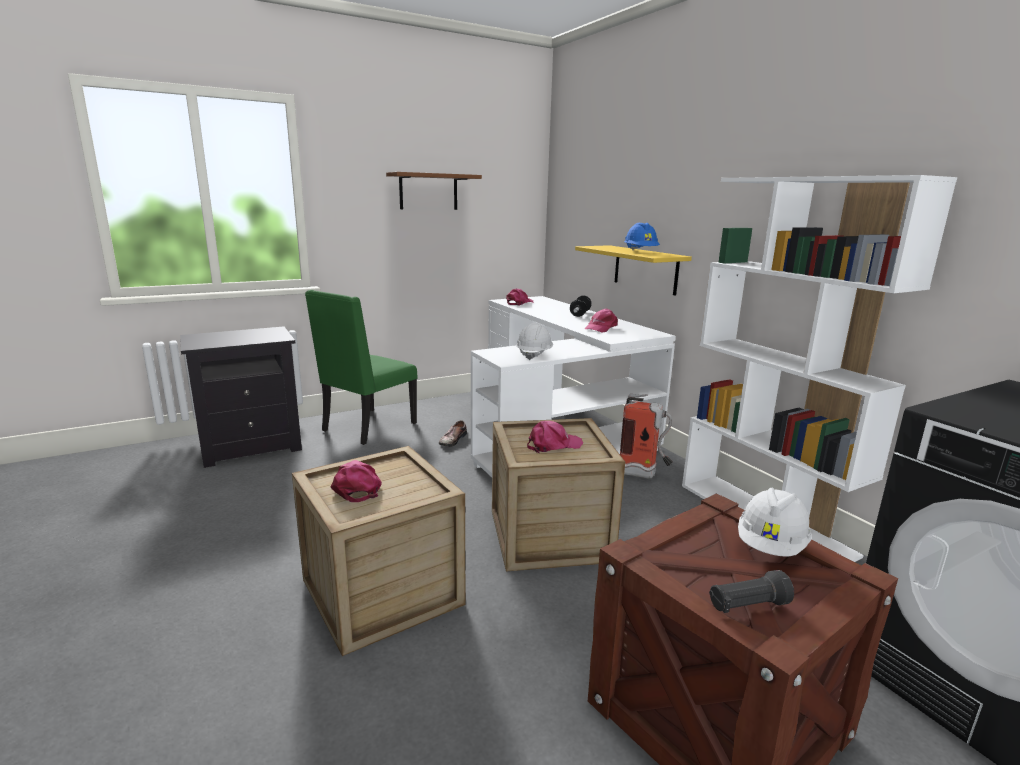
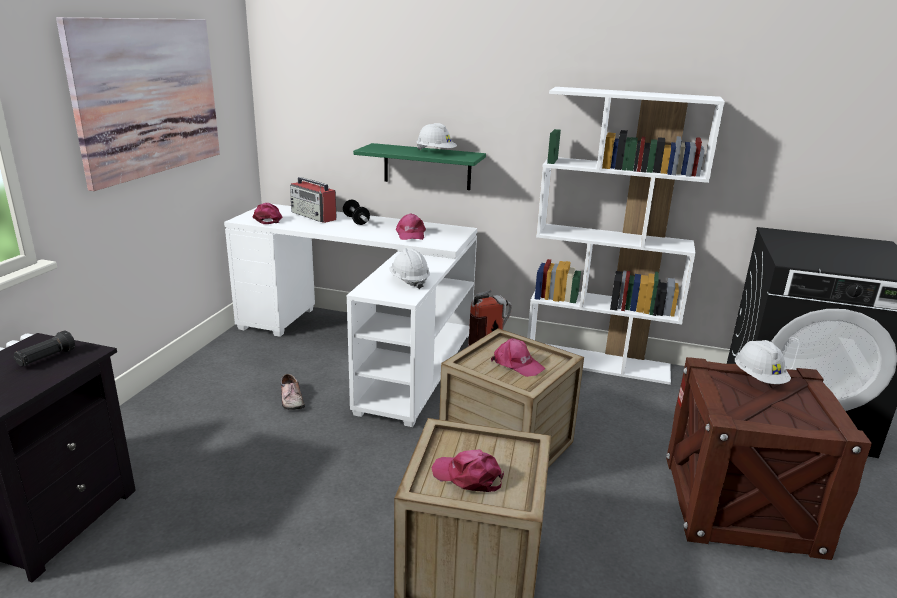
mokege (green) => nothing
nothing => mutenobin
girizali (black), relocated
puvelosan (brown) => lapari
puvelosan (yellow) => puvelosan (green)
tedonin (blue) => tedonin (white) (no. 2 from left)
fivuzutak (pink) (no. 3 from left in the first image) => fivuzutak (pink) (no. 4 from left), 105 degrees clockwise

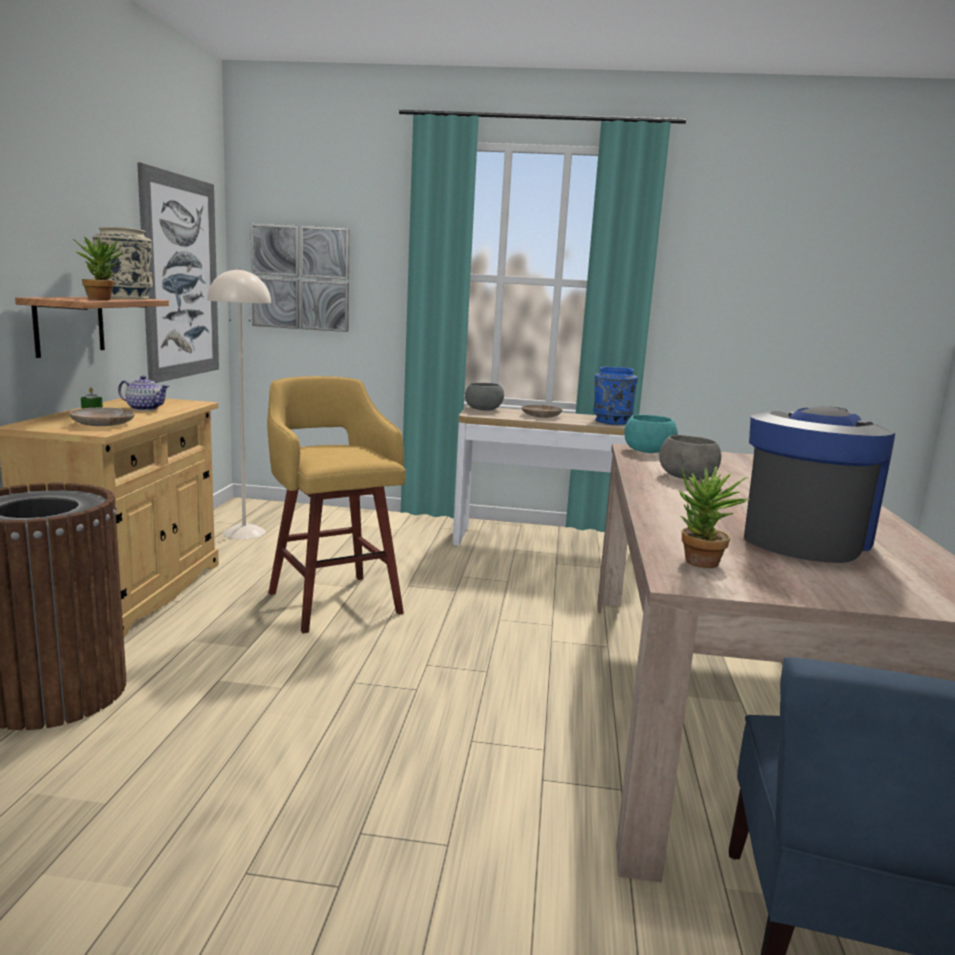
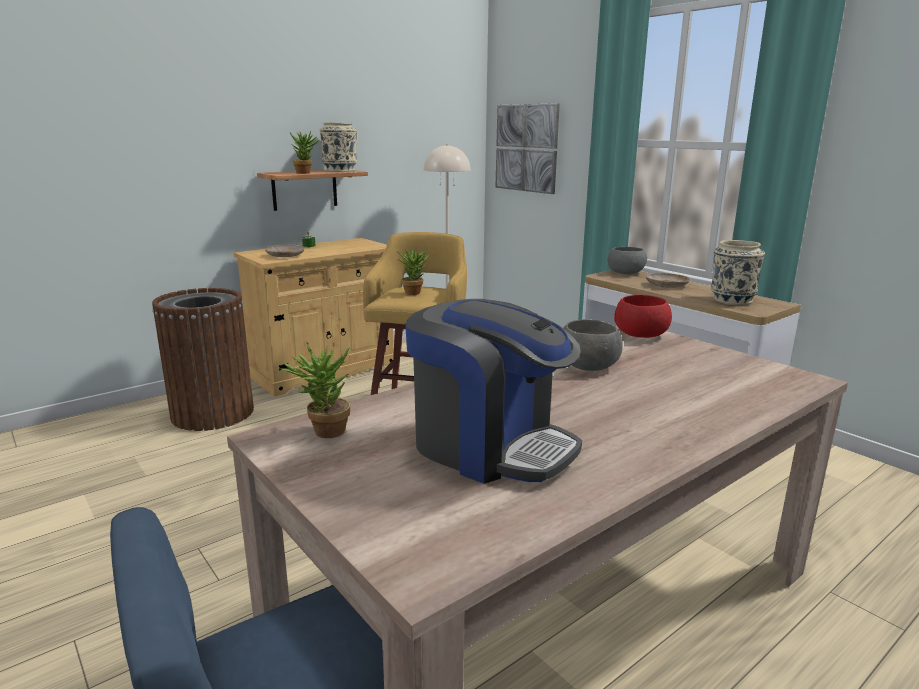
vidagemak => nothing
lapari (no. 1 from left) => nothing
nothing => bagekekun (no. 3 from left)
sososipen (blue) => sososipen (beige) (no. 2 from left)
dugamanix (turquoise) => dugamanix (red)
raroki, 45 degrees clockwise

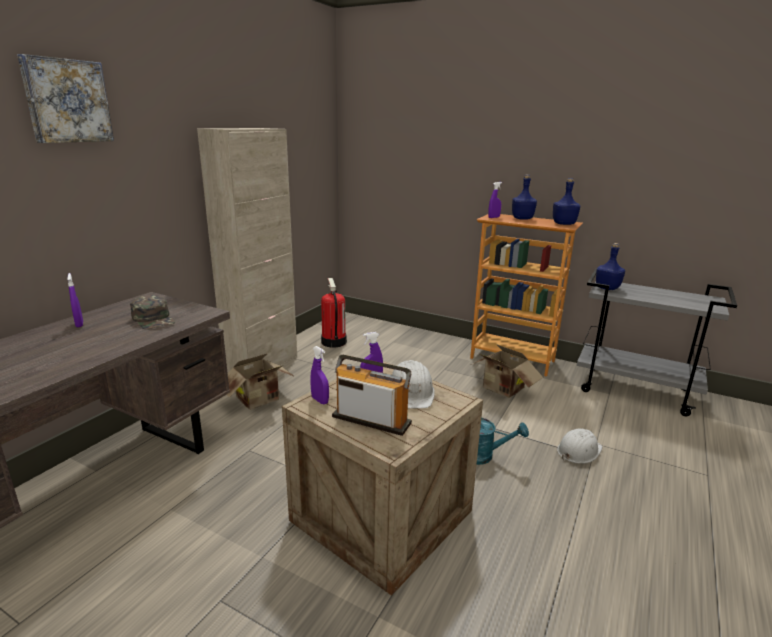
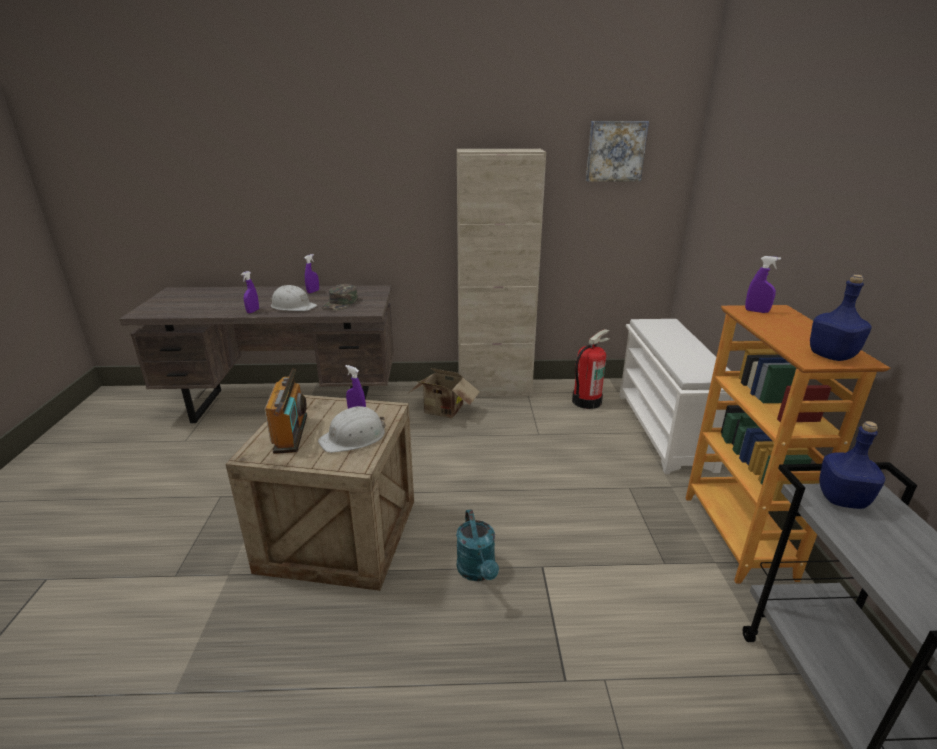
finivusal (no. 2 from left) => nothing
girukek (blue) (no. 1 from left) => nothing
nothing => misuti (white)
lapari, relocated
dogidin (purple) (no. 2 from left in the first image) => dogidin (purple) (no. 1 from left), relocated
tedonin (white) (no. 2 from left in the first image) => tedonin (white) (no. 1 from left), relocated

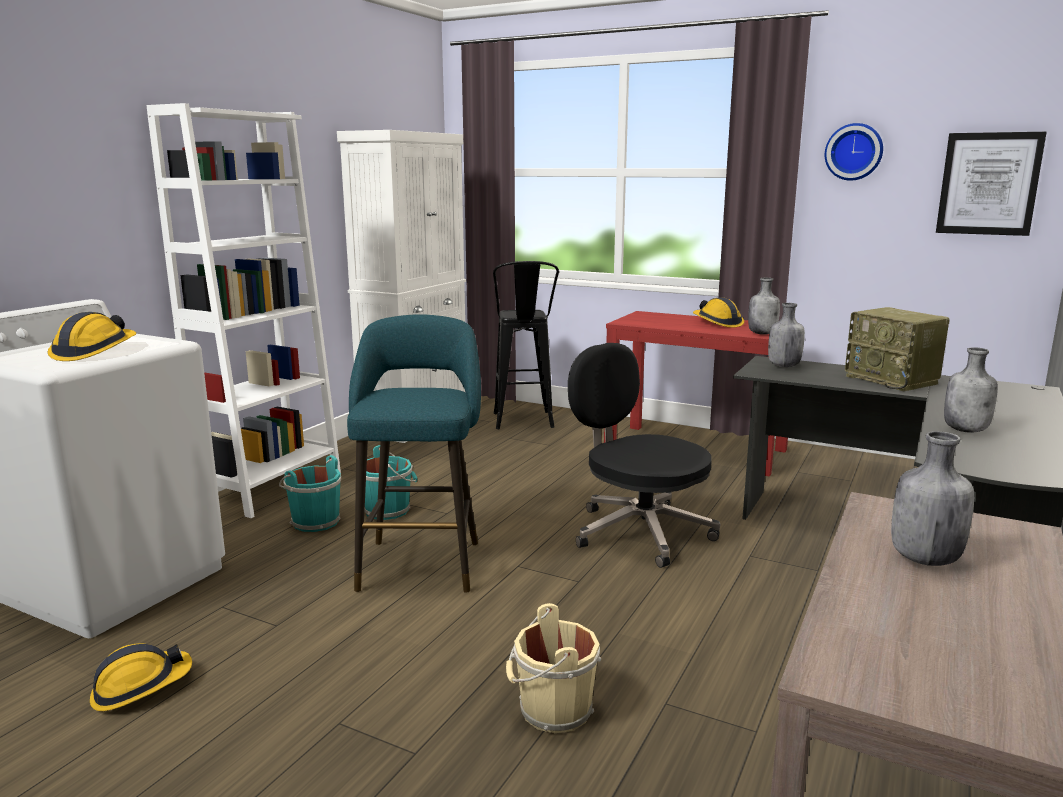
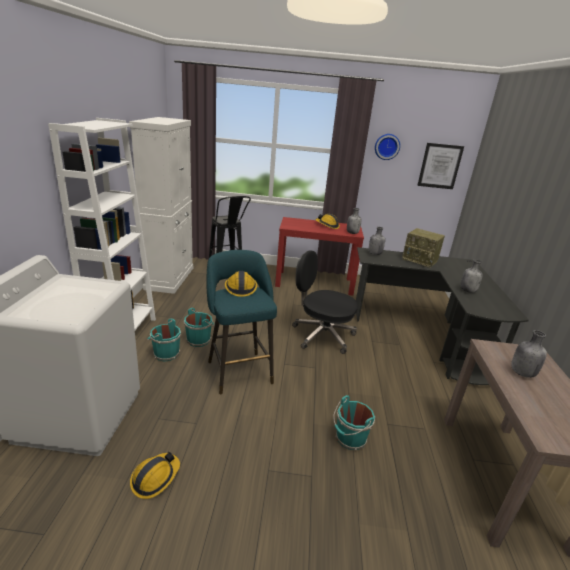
tedonin (no. 1 from left in the first image) => tedonin (no. 2 from left), relocated
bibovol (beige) => bibovol (turquoise) (no. 3 from left)

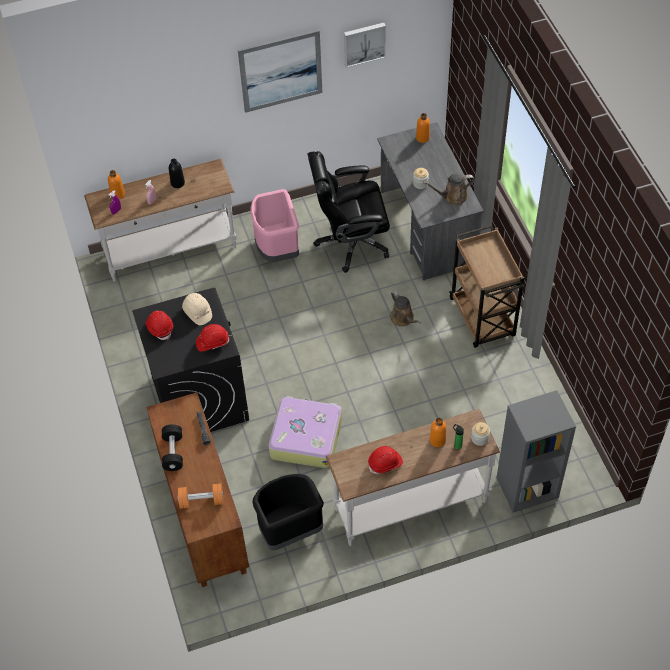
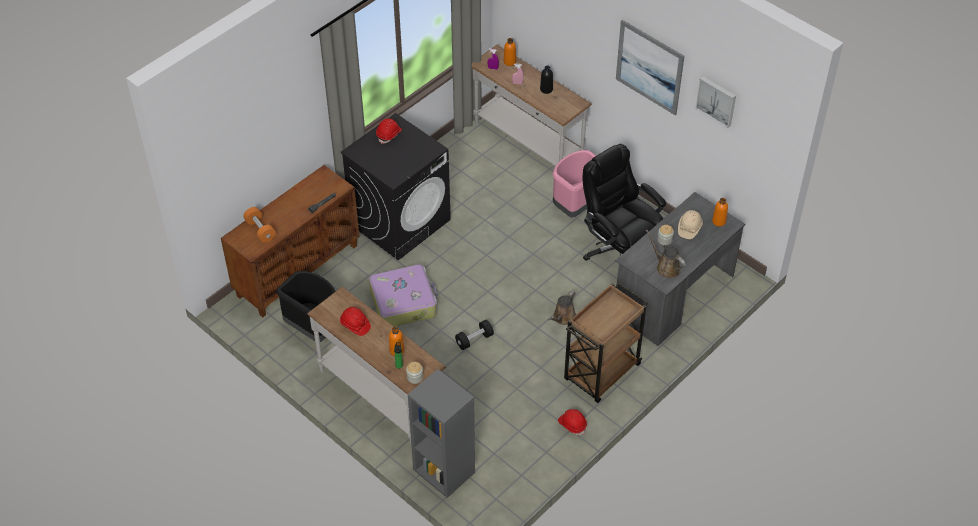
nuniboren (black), relocated
tedonin (beige), relocated
tedonin (red) (no. 2 from left in the first image) => tedonin (red) (no. 3 from left), relocated

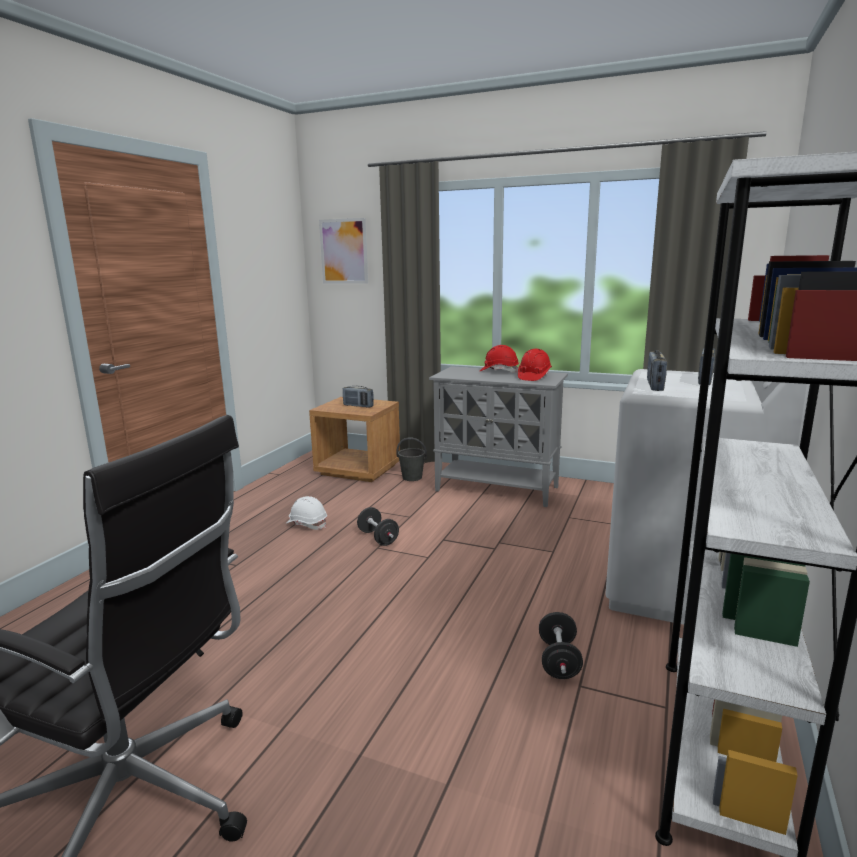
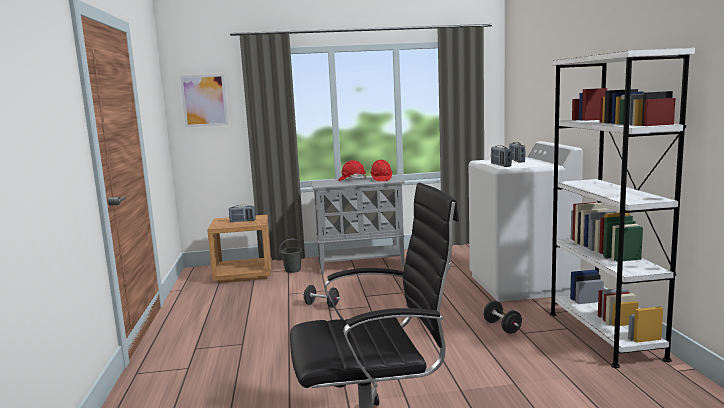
tedonin (white) => nothing

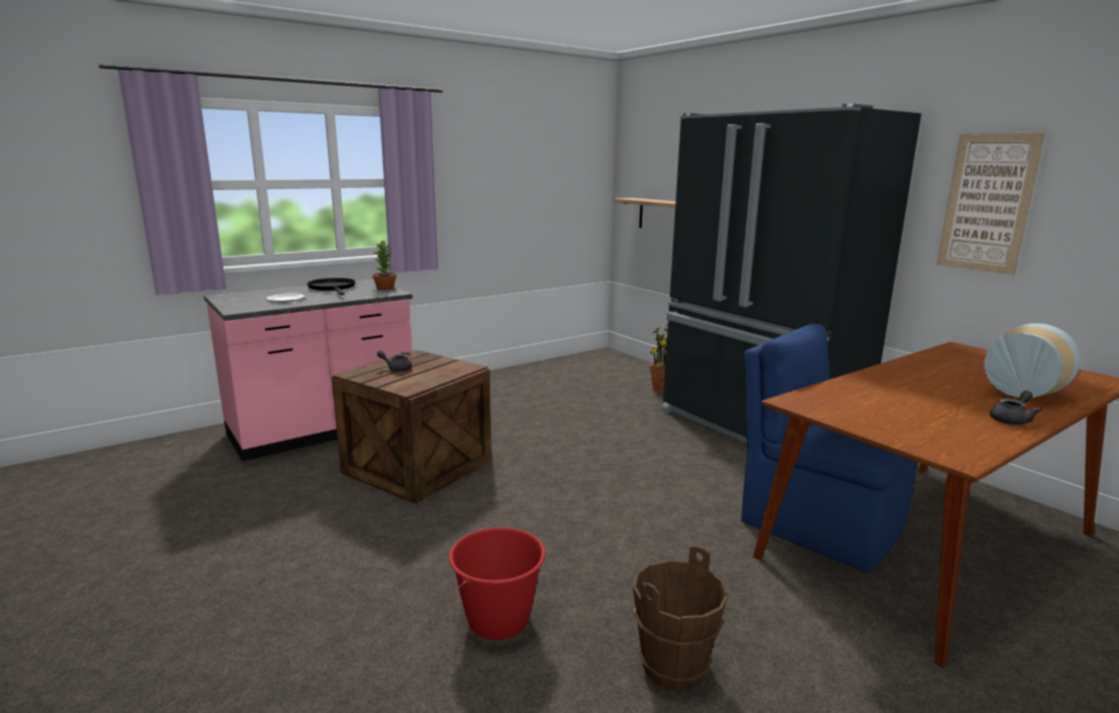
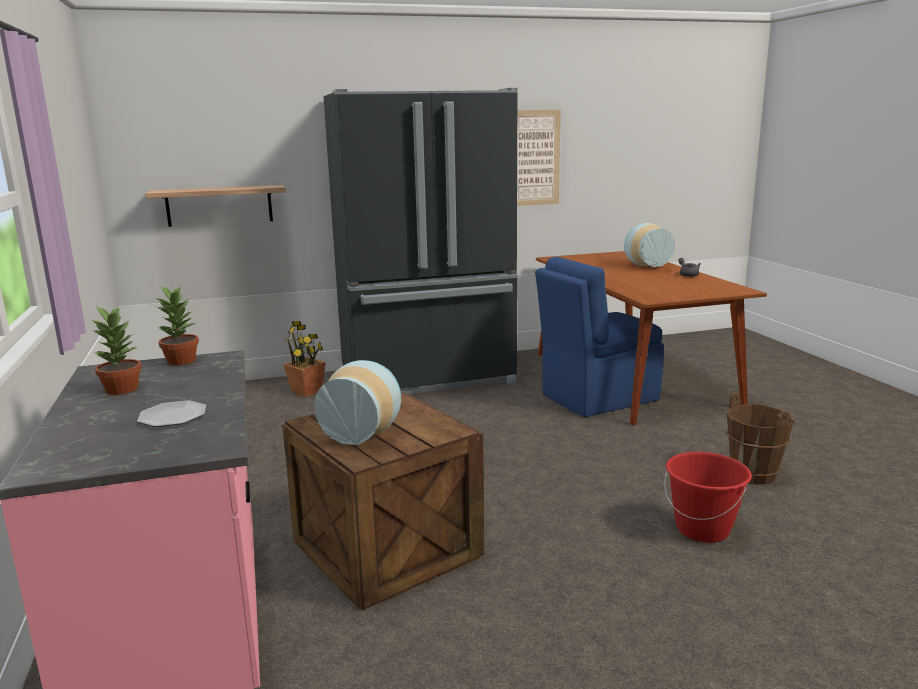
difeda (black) => bagekekun (no. 1 from left)
vidagemak (grey) (no. 1 from left) => sososipen (no. 1 from left)

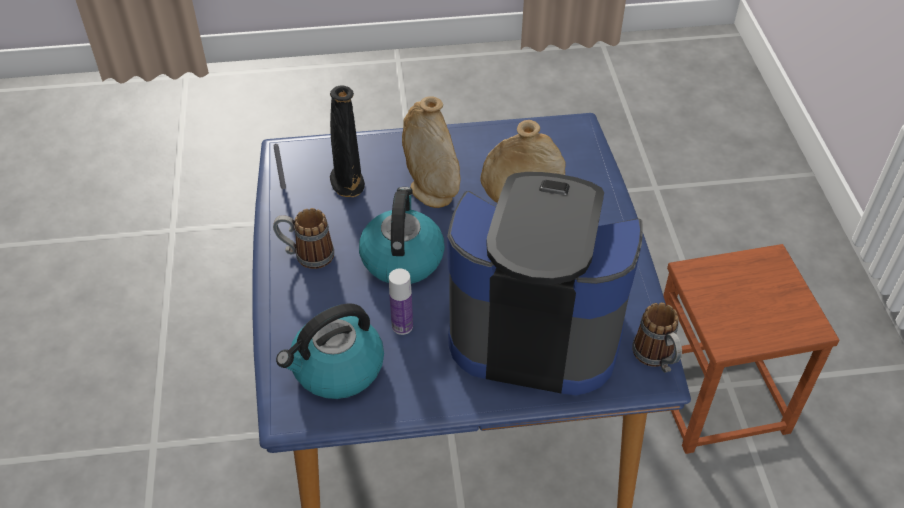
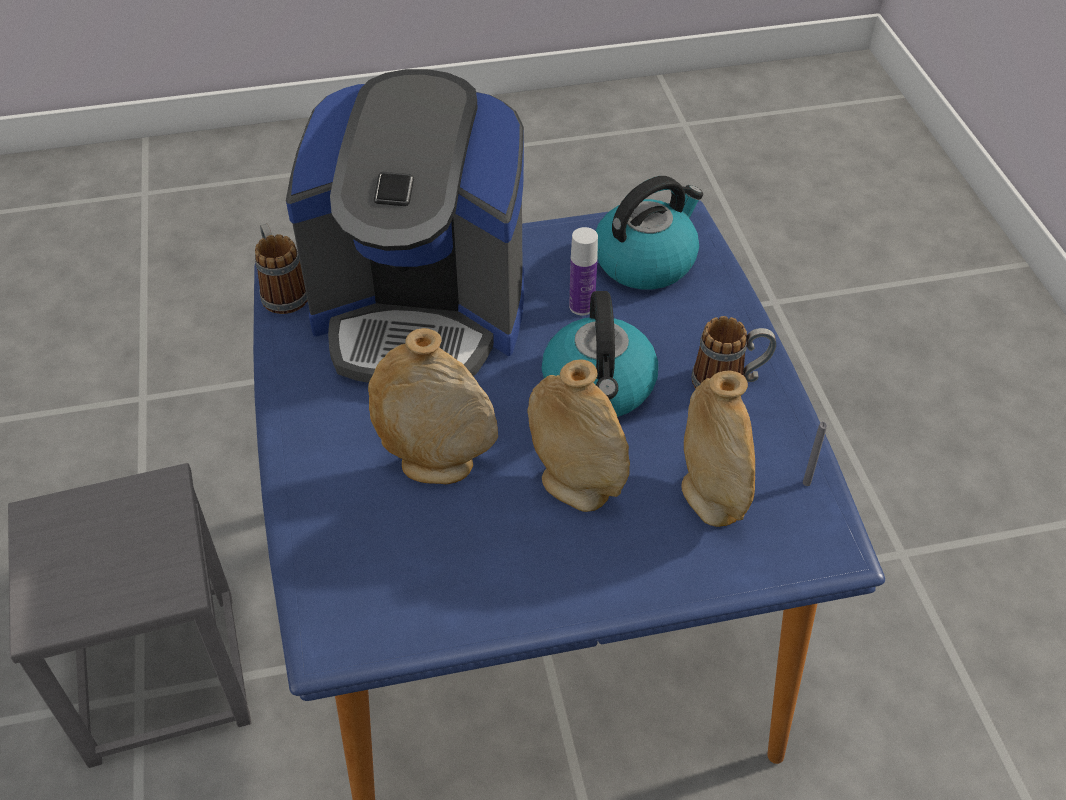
sososipen (black) => sososipen (beige) (no. 3 from left)
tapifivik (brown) => tapifivik (grey)

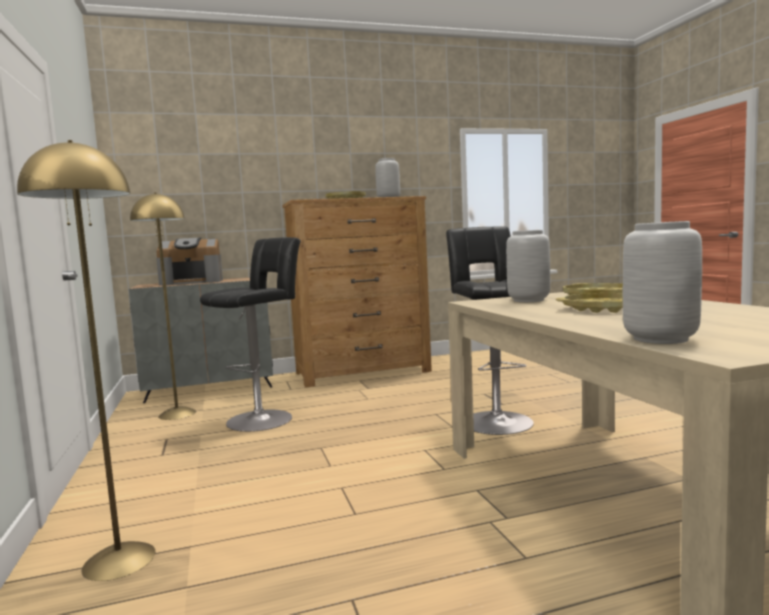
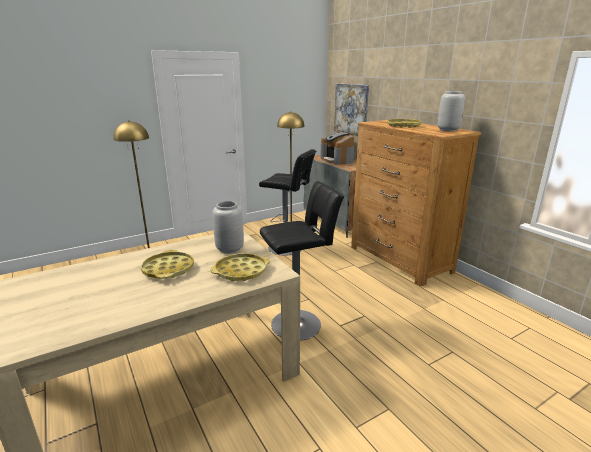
sososipen (grey) (no. 3 from left) => nothing
nothing => lapari

